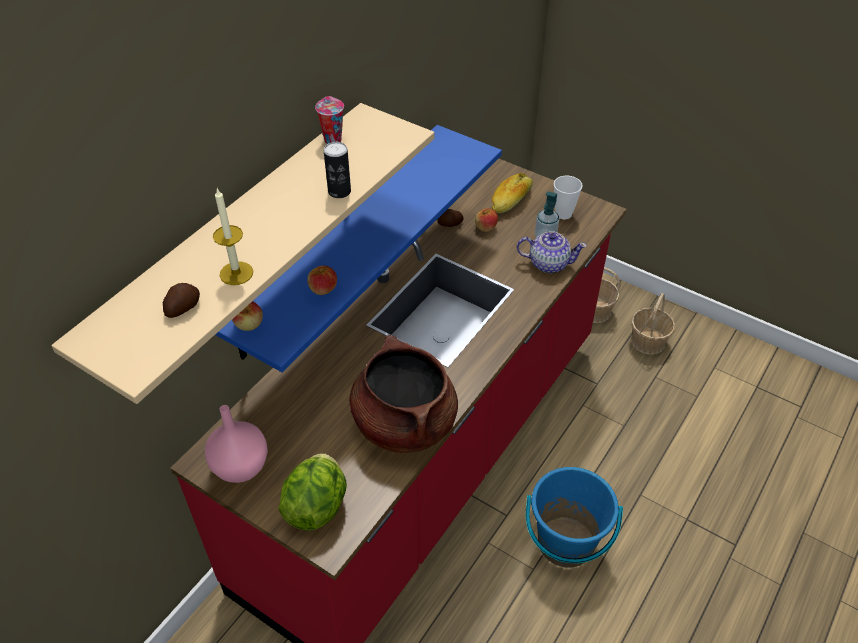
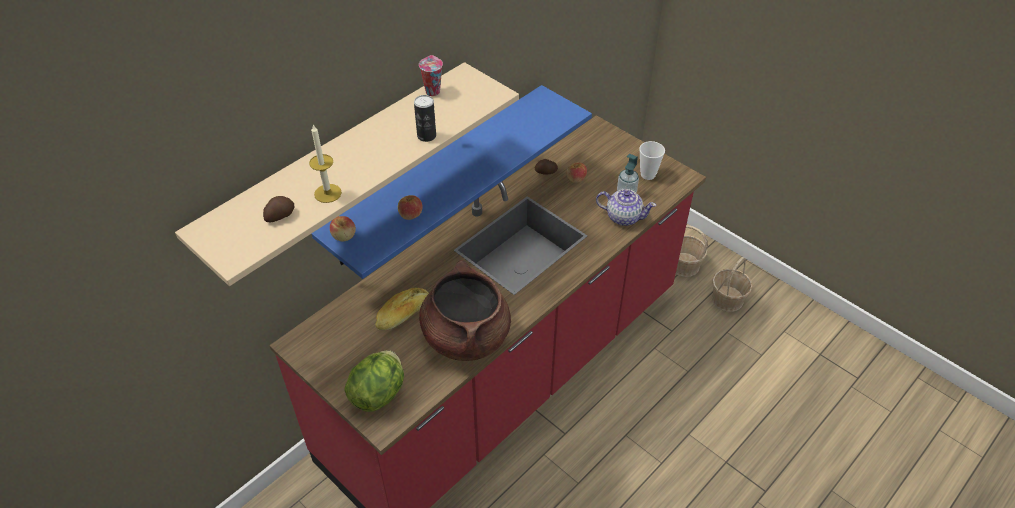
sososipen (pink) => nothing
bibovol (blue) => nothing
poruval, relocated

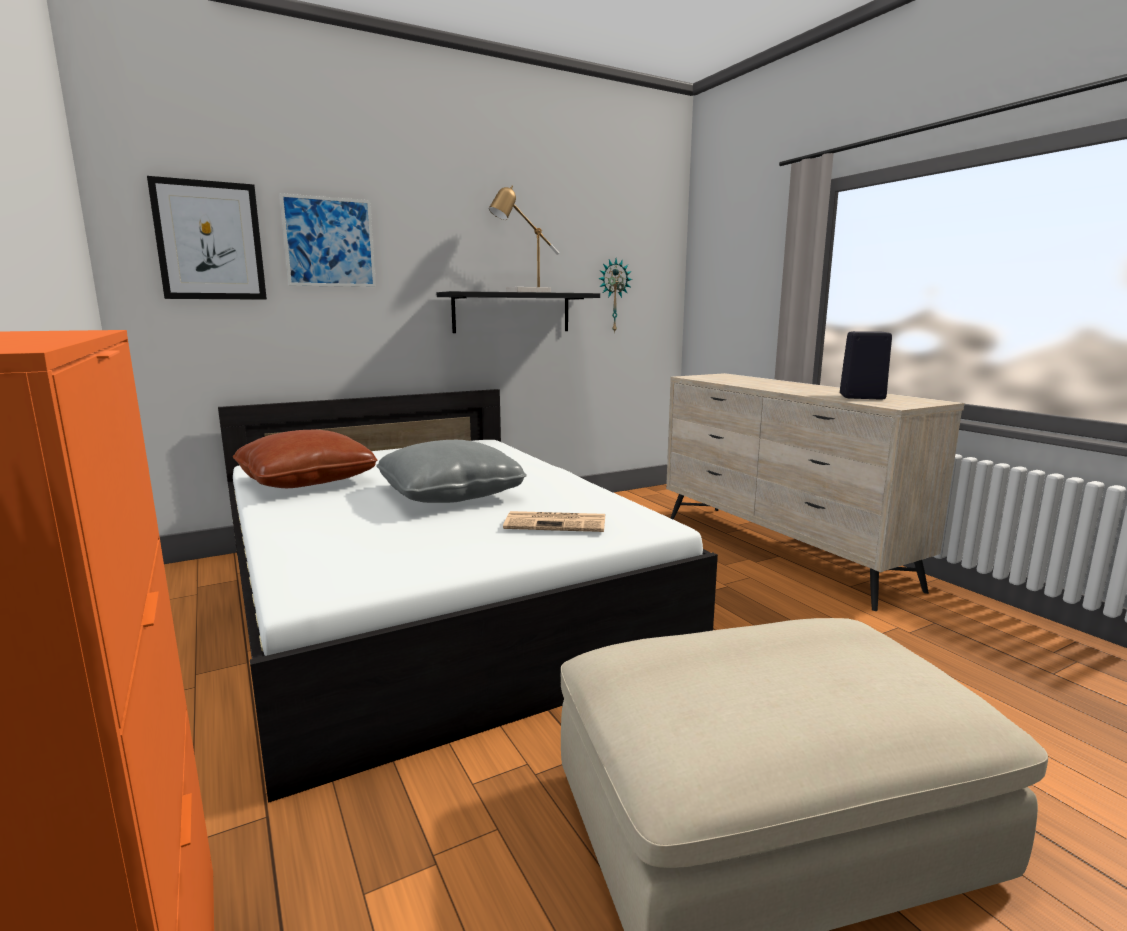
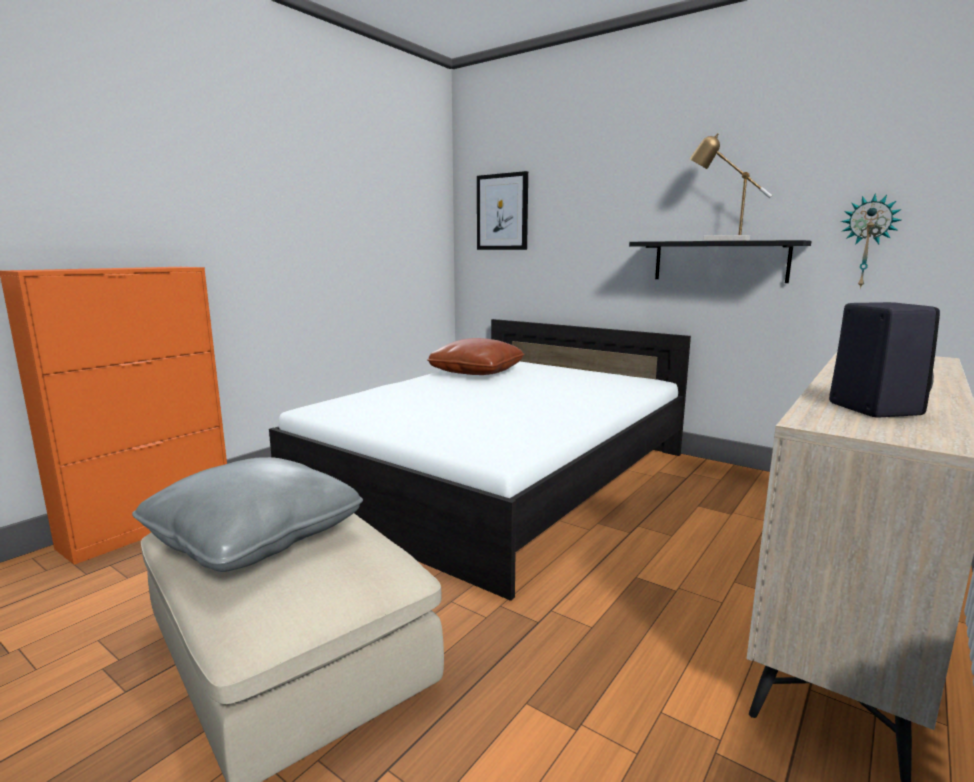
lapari (no. 2 from left) => nothing
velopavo => nothing
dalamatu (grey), relocated

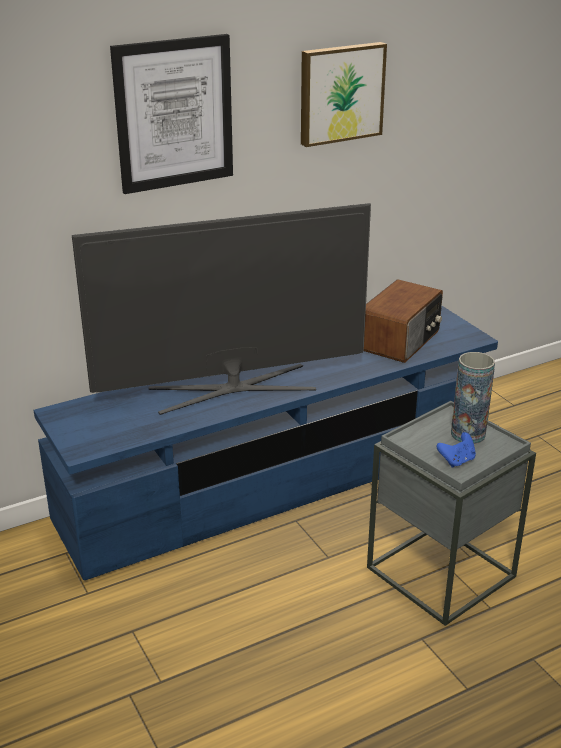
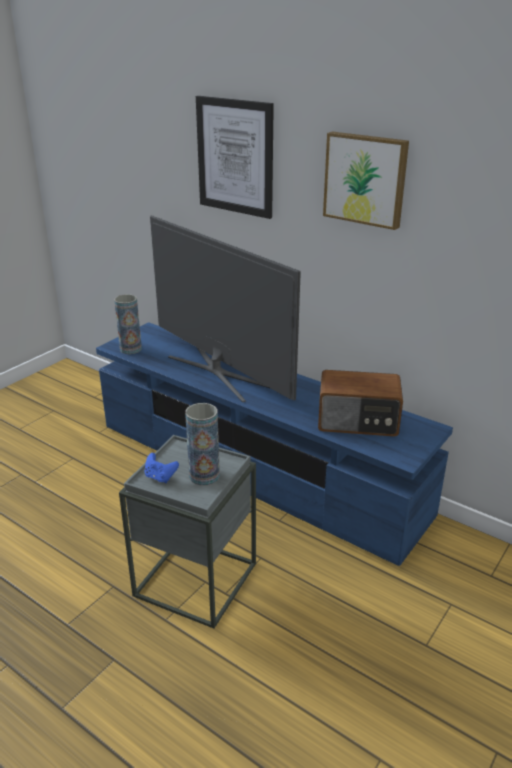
nothing => sososipen (no. 1 from left)

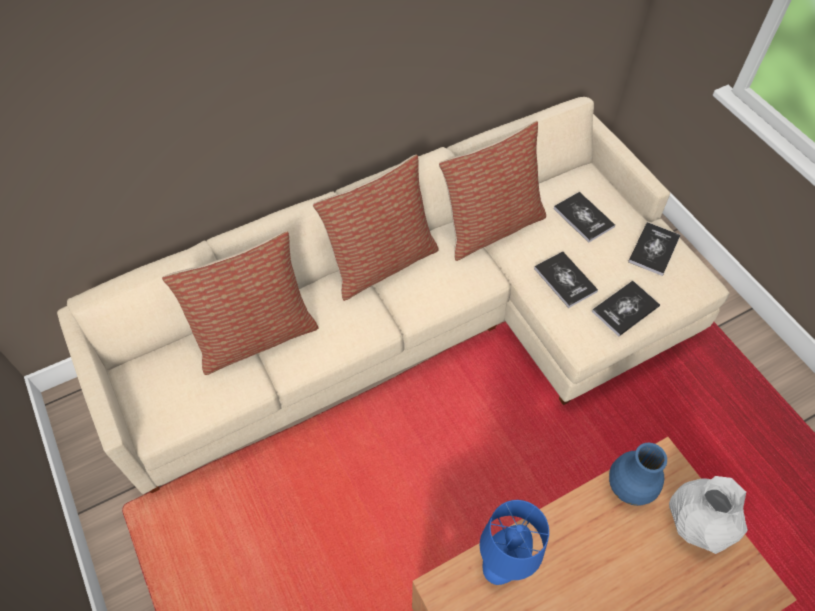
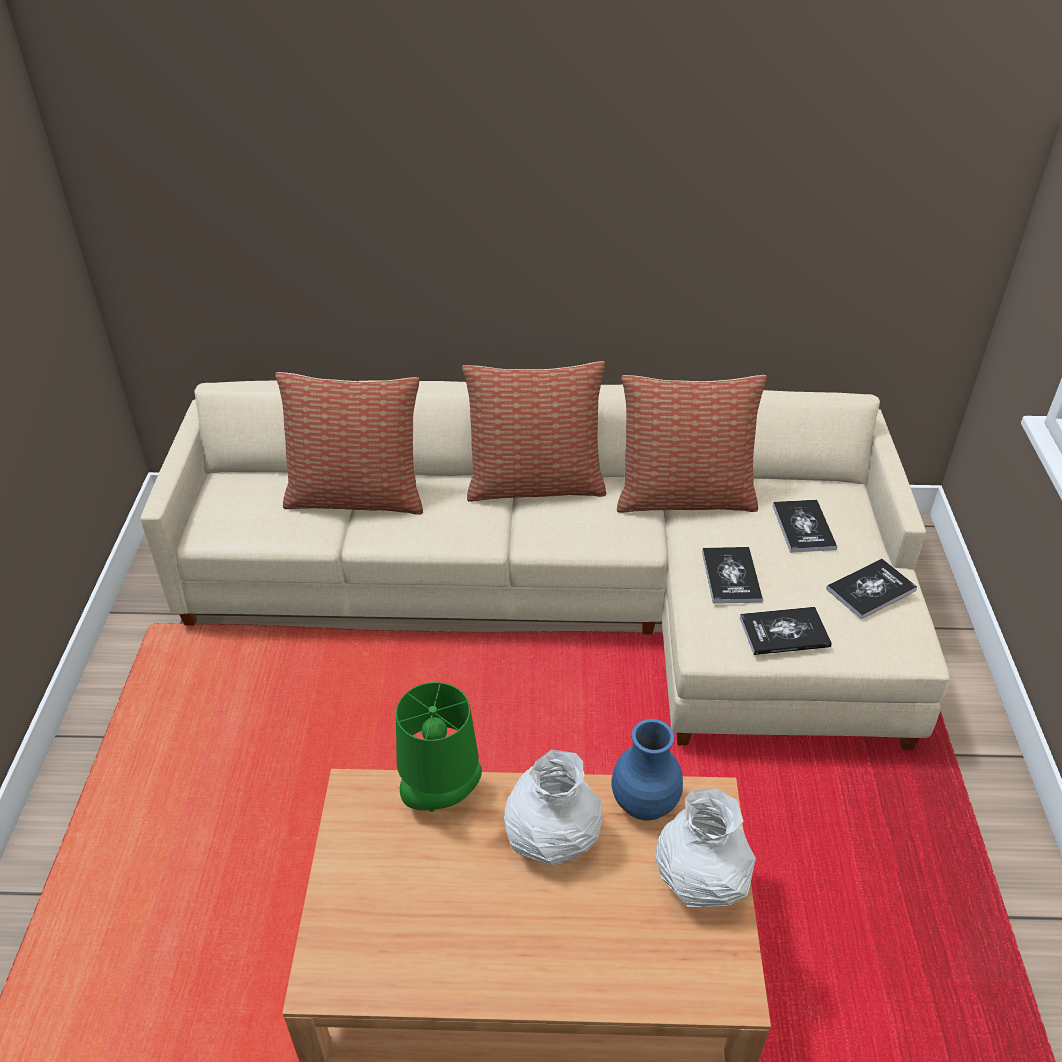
nothing => sososipen (white) (no. 1 from left)
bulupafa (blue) => bulupafa (green)

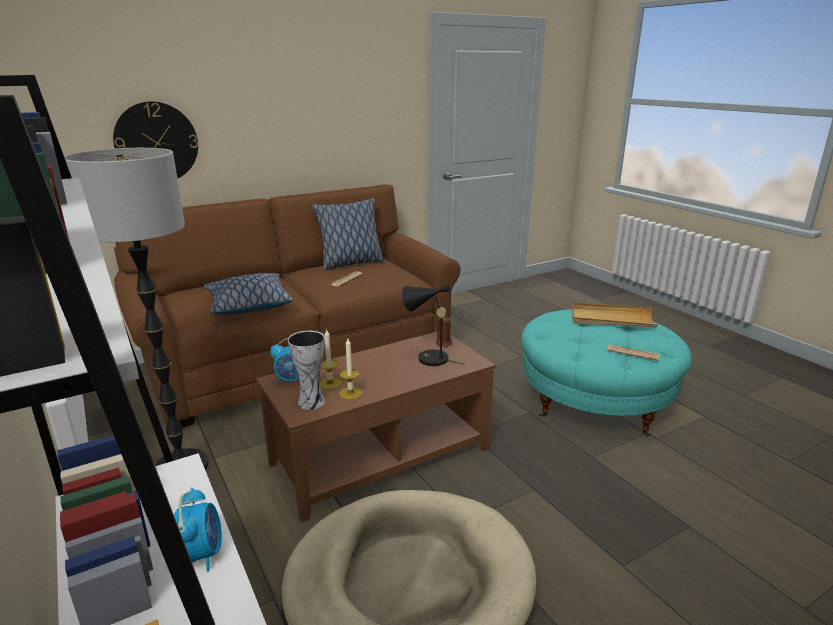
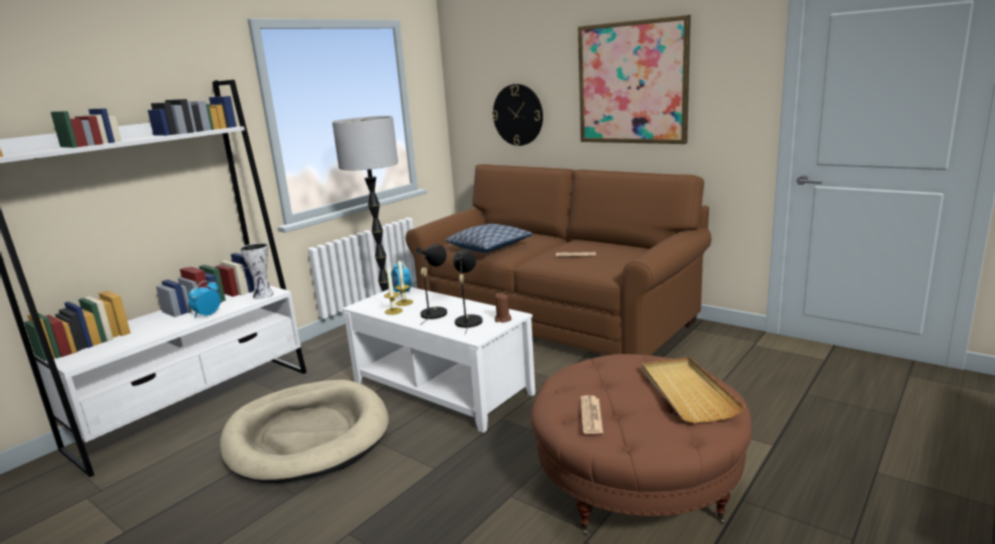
dalamatu (no. 2 from left) => nothing
nothing => bulupafa (black) (no. 1 from left)
nothing => lapari
sososipen, relocated
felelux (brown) => felelux (white)
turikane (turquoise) => turikane (brown)
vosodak (no. 1 from left), 150 degrees clockwise

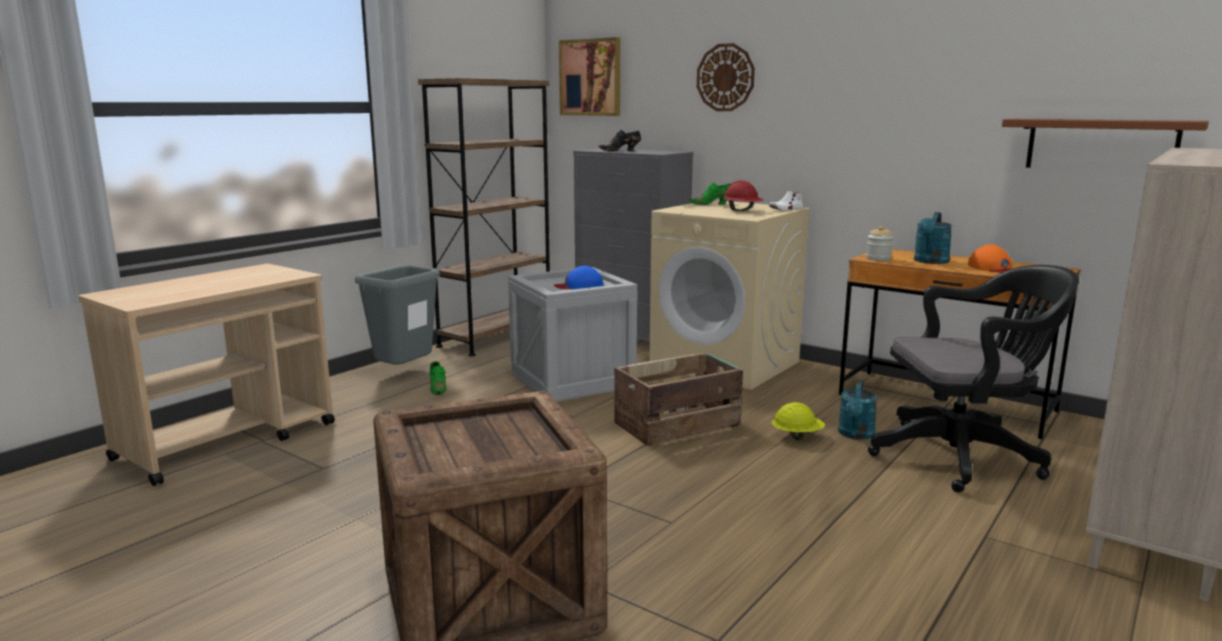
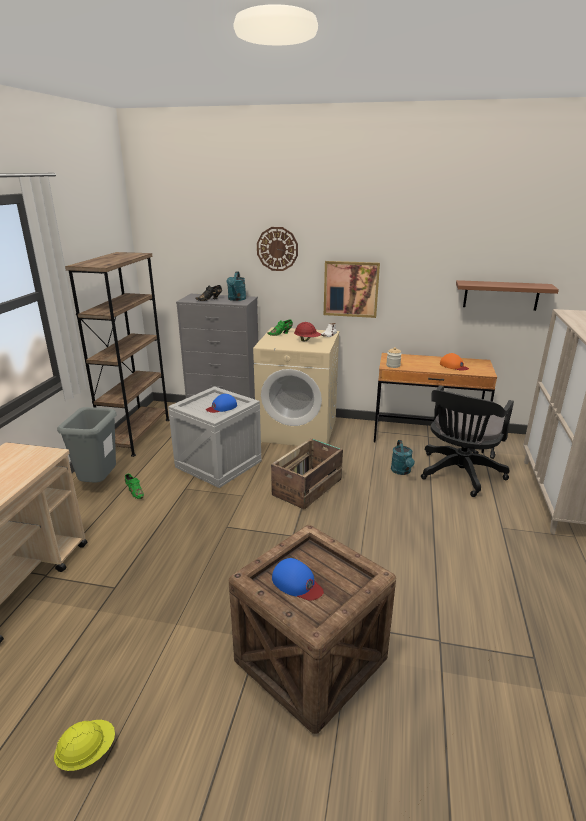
nothing => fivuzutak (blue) (no. 2 from left)
lapari, relocated
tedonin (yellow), relocated
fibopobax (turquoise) (no. 2 from left in the first image) => fibopobax (turquoise) (no. 1 from left), relocated
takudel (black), 150 degrees clockwise

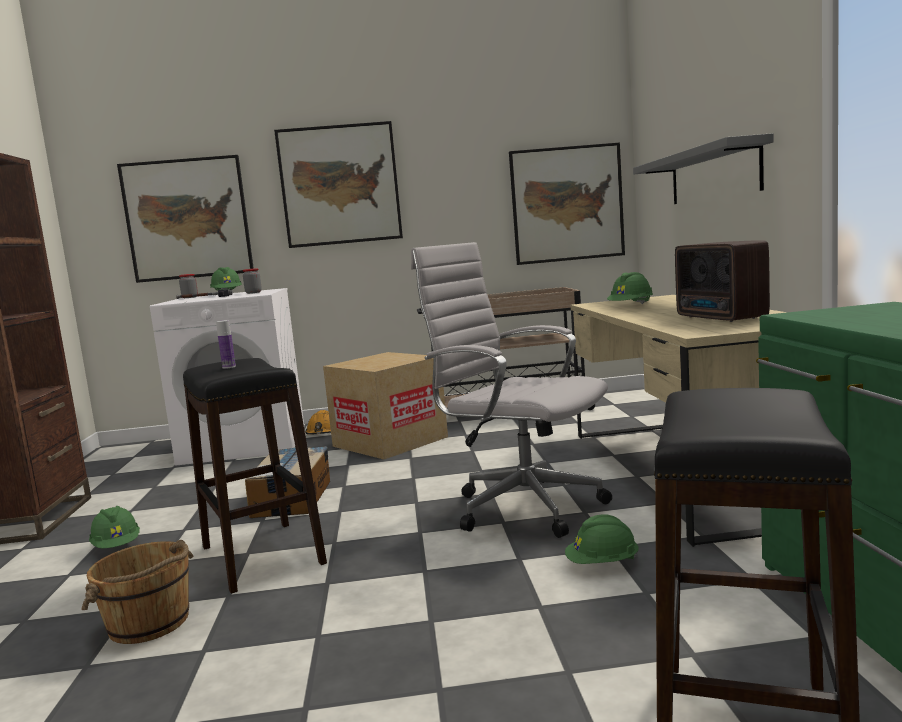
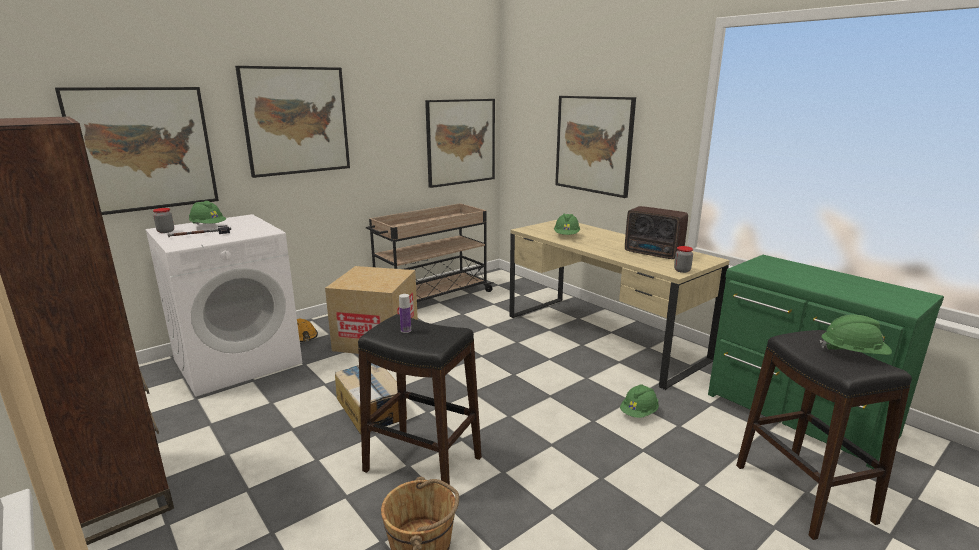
takudel (white) => nothing
tedonin (green) (no. 1 from left in the first image) => tedonin (green) (no. 4 from left), relocated
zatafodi (no. 2 from left), relocated
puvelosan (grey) => lapari (no. 4 from left)

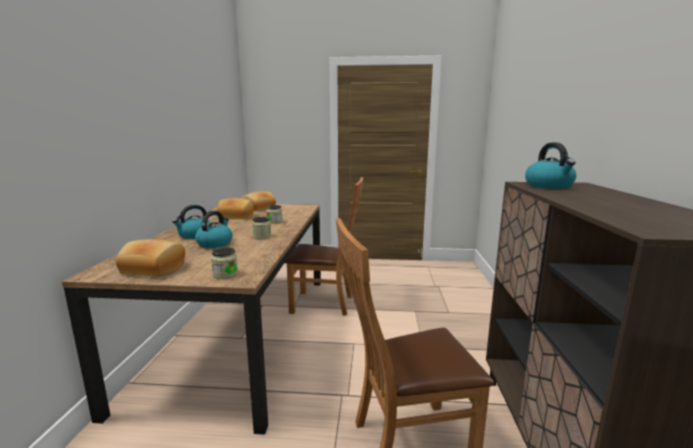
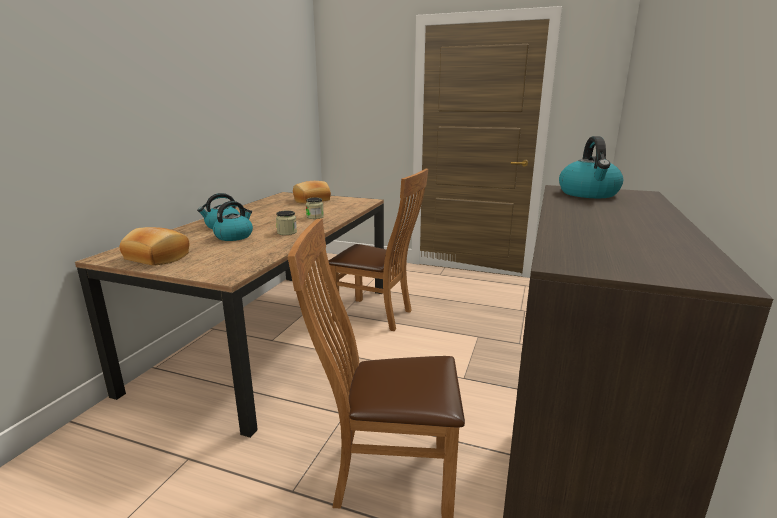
zatafodi (no. 1 from left) => nothing
poruval (no. 2 from left) => nothing

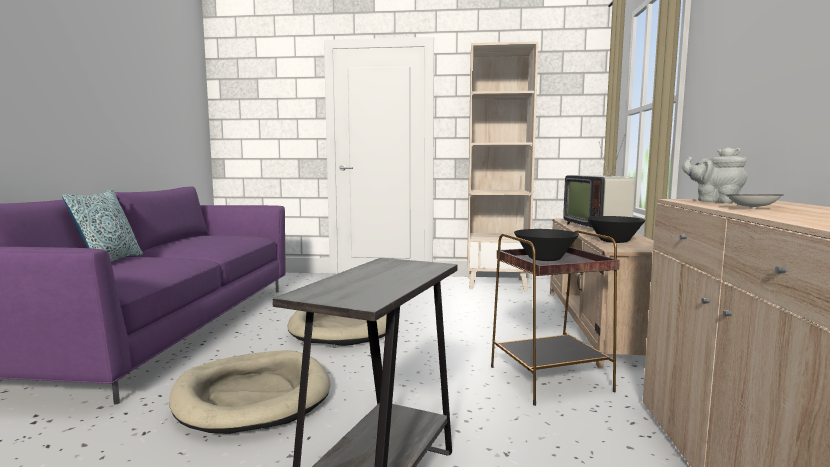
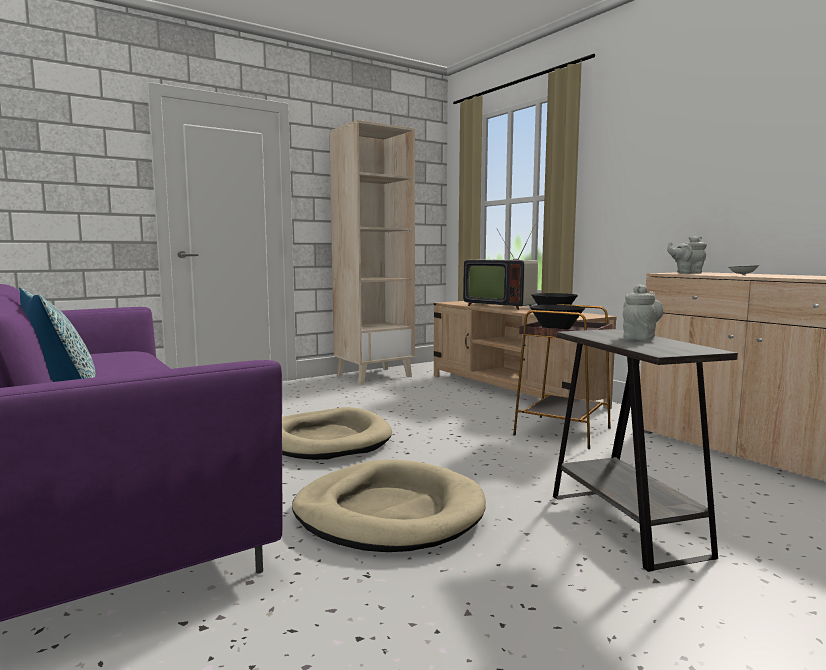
nothing => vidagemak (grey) (no. 1 from left)

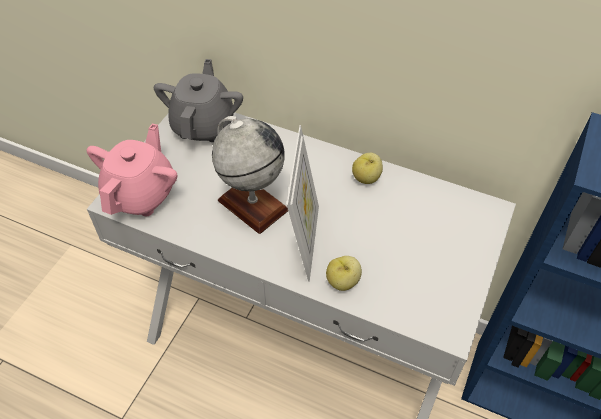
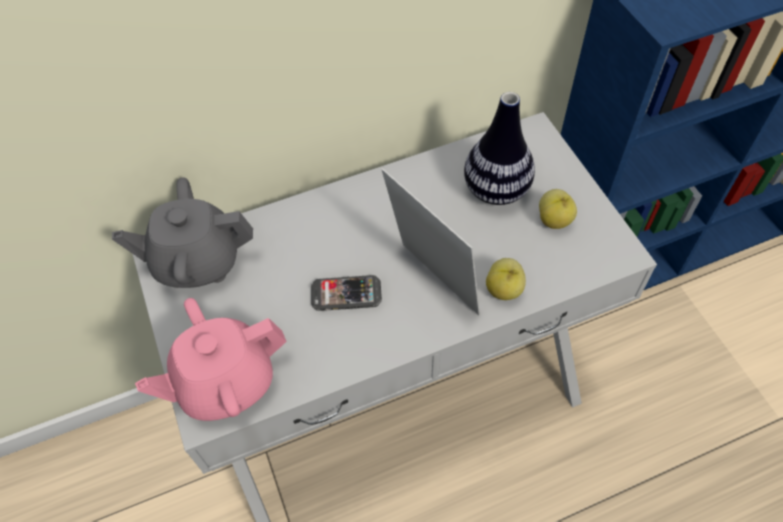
nothing => sososipen
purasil (no. 2 from left), relocated
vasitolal => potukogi
vidagemak (pink), 90 degrees counterclockwise
vidagemak (grey), 60 degrees counterclockwise

